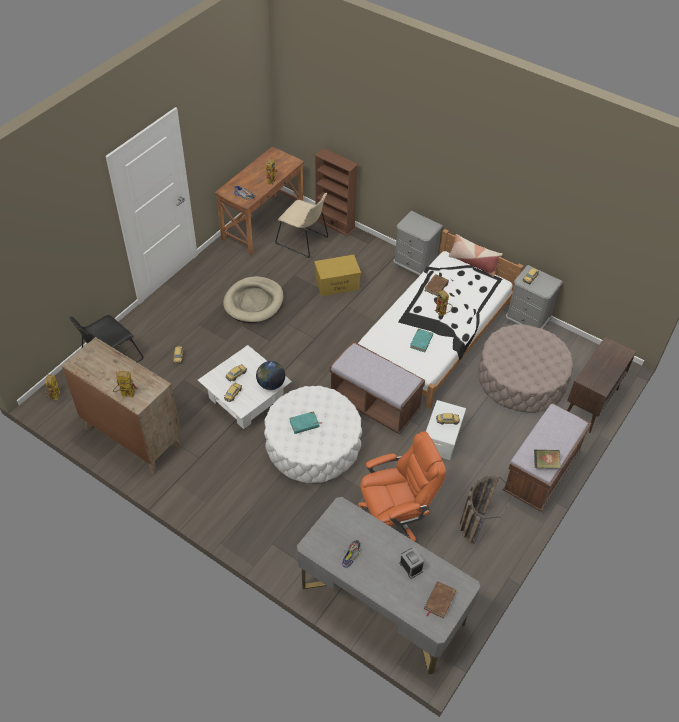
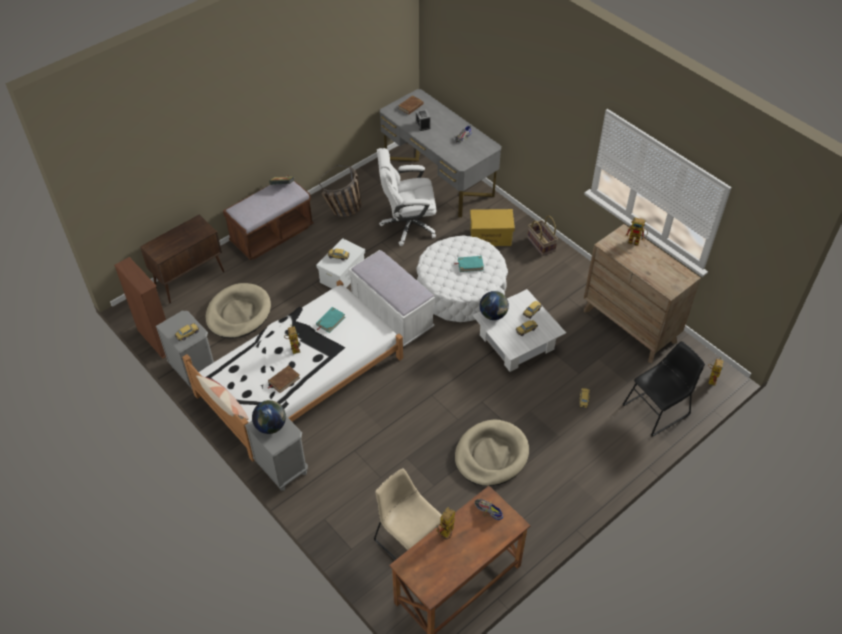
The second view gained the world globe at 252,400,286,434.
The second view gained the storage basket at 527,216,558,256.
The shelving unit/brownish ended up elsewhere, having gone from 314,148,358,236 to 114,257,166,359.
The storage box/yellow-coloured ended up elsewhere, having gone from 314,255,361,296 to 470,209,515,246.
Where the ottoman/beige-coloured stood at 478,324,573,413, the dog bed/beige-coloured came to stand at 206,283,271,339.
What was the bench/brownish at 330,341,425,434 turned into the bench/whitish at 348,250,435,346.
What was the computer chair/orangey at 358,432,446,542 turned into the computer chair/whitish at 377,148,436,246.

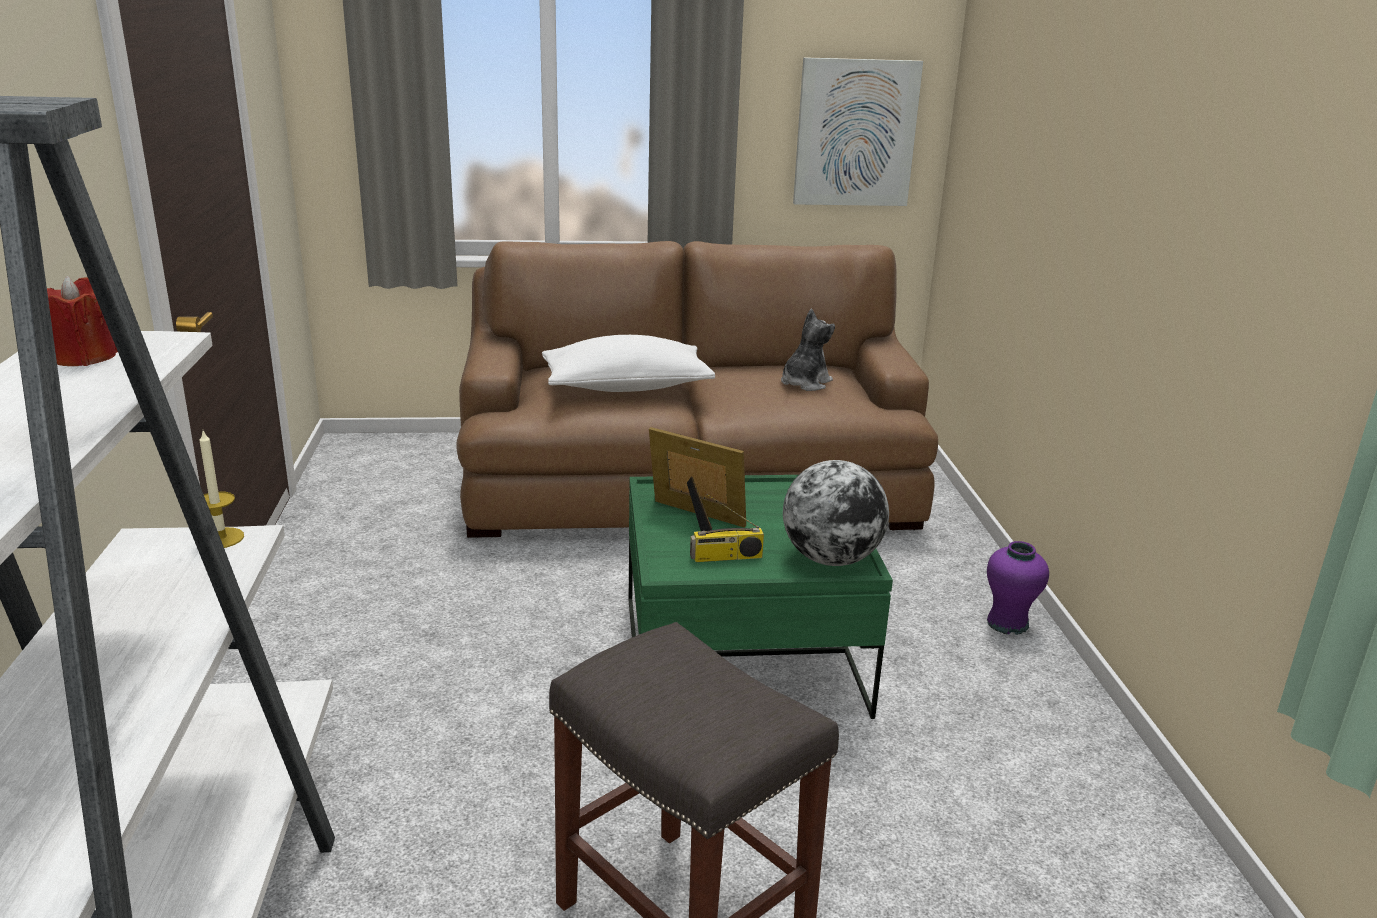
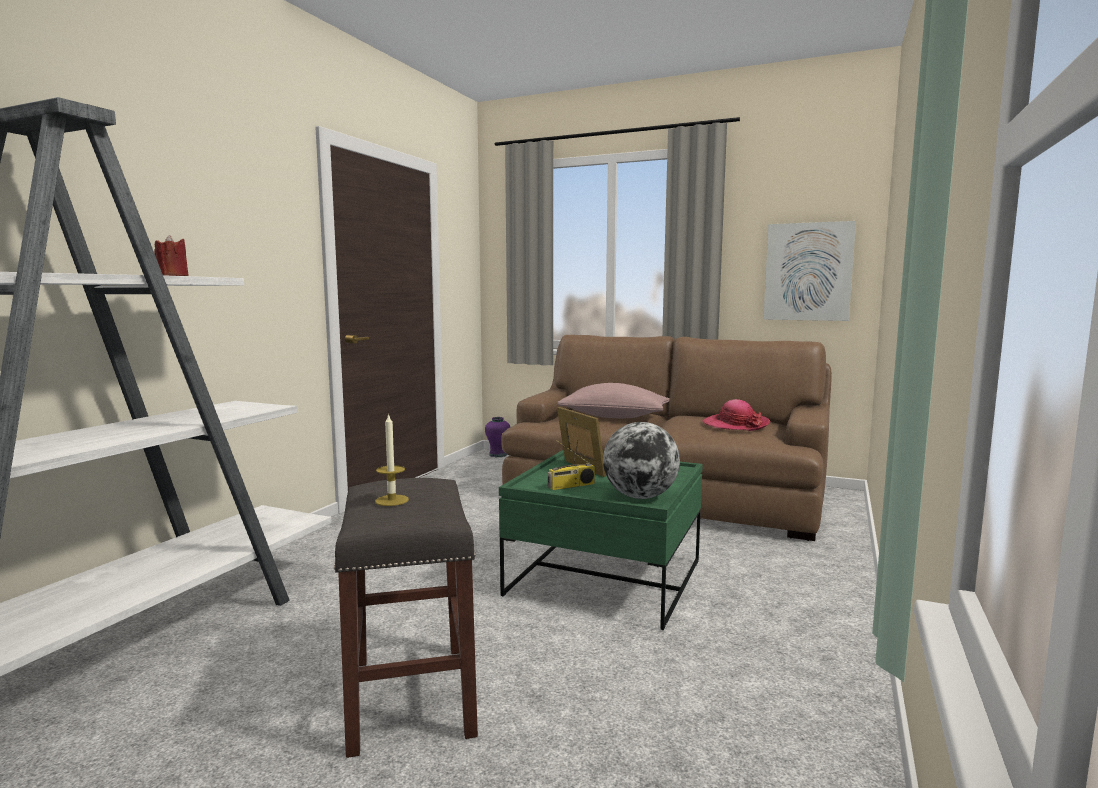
The candle ended up elsewhere, having gone from 199,431,244,548 to 375,413,409,506.
The flower vase/purple ended up elsewhere, having gone from 987,541,1049,635 to 485,417,510,457.
Where the soft toy stood at 781,309,835,391, the clothing hat came to stand at 702,399,770,431.
What was the cushion/whitish at 542,335,715,392 turned into the cushion/pink at 557,383,670,419.
The radio receiver at 690,494,764,562 ended up facing another way, 45 degrees counterclockwise from before.

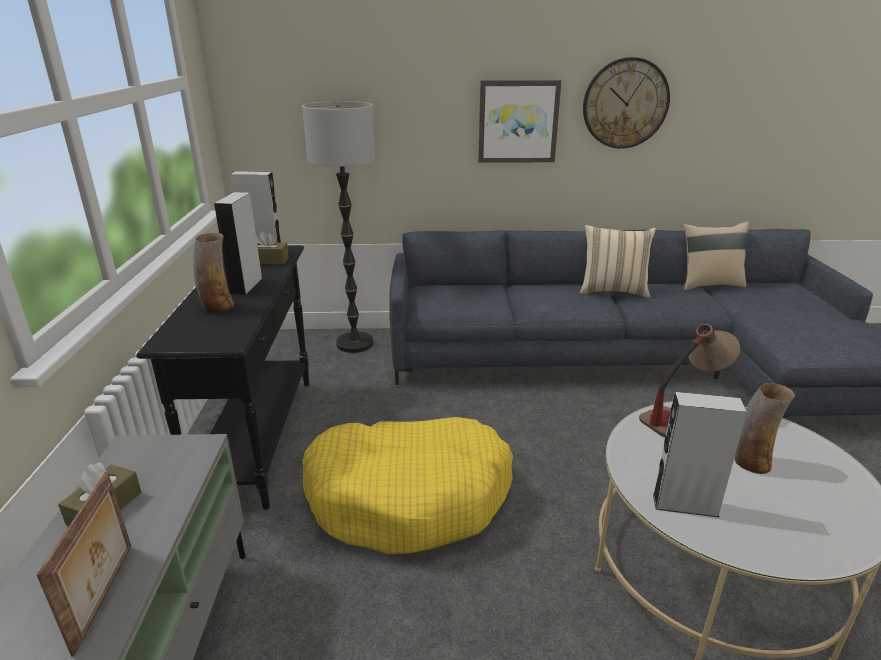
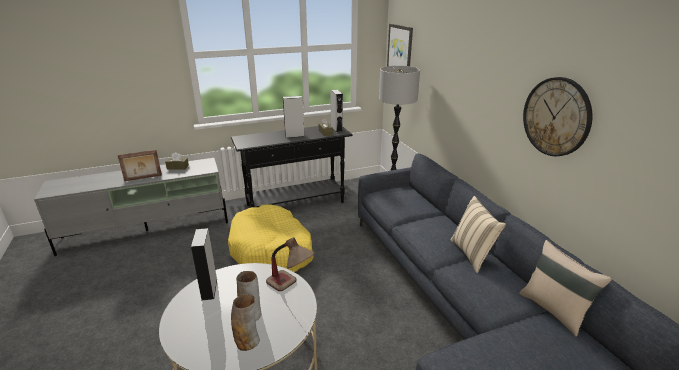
The flower vase ended up elsewhere, having gone from 193,233,234,312 to 231,294,260,351.
The wall picture ended up elsewhere, having gone from 478,80,561,163 to 387,24,413,66.

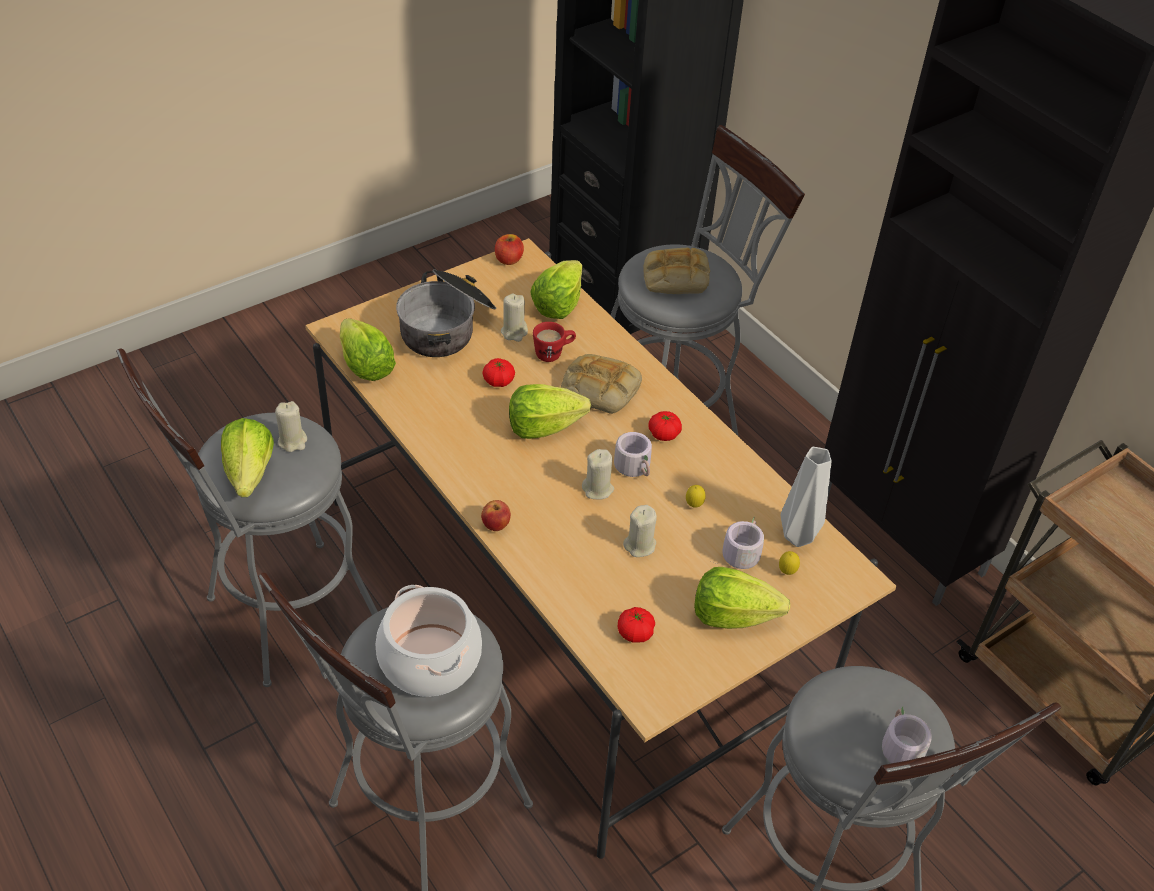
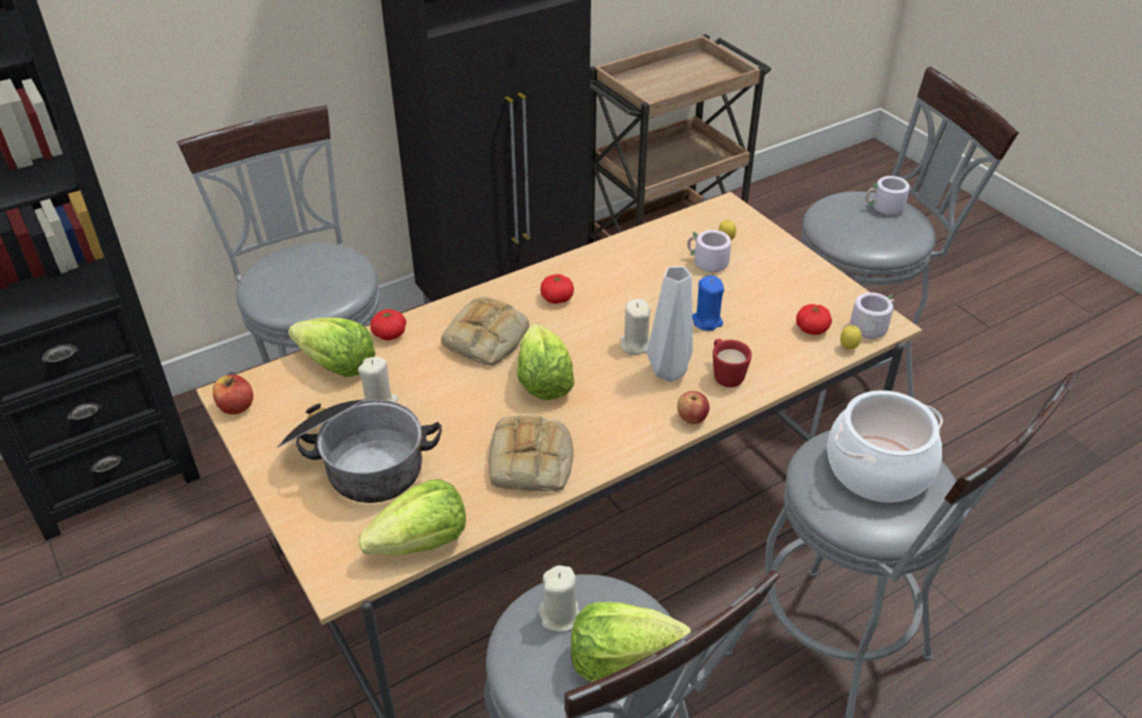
The second view lost the head of lettuce at 694,567,790,629.
The whole tomato ended up elsewhere, having gone from 482,358,515,387 to 370,309,406,340.
The coffee mug/red-coloured ended up elsewhere, having gone from 533,322,576,362 to 713,339,752,387.
The coffee mug/greyish ended up elsewhere, having gone from 614,432,652,477 to 839,292,895,339.
The baked bread ended up elsewhere, having gone from 643,248,710,294 to 489,415,574,491.
The lemon ended up elsewhere, having gone from 686,485,706,508 to 840,325,862,349.
The flower vase/greyish ended up elsewhere, having gone from 781,447,831,547 to 647,266,693,382.
What was the candle/beige-coloured at 623,505,657,557 turned into the candle/blue at 692,275,724,331.

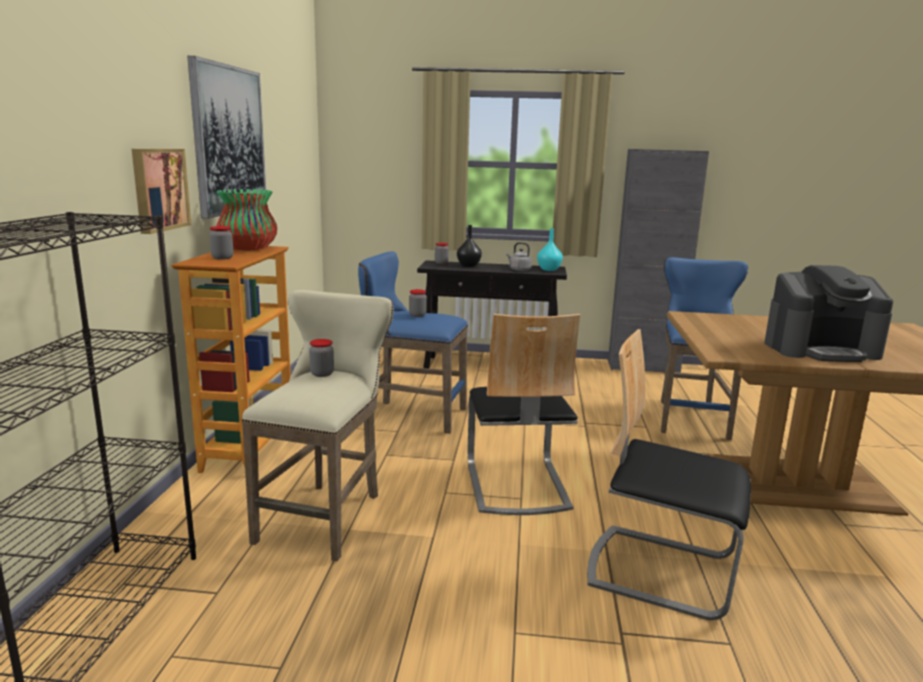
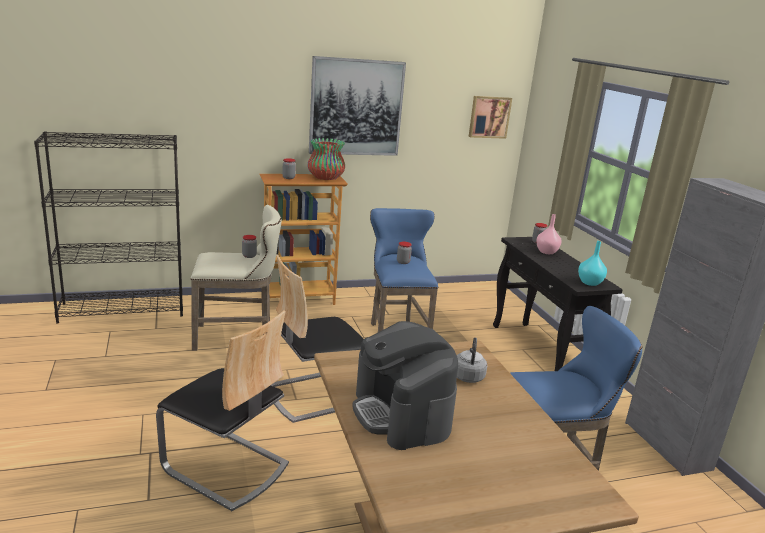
The wall picture ended up elsewhere, having gone from 132,149,191,234 to 468,96,512,139.
The tea kettle/greyish ended up elsewhere, having gone from 506,242,532,271 to 457,338,487,383.
What was the flower vase/black-coloured at 457,225,482,267 turned into the flower vase/pink at 536,214,561,254.
The plain chair at 587,329,751,620 ended up facing another way, 120 degrees clockwise from before.

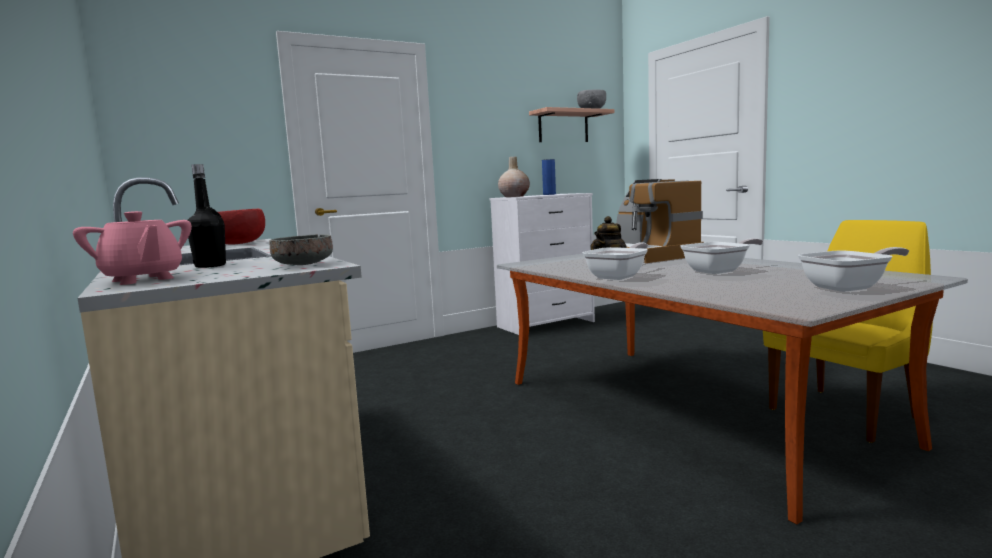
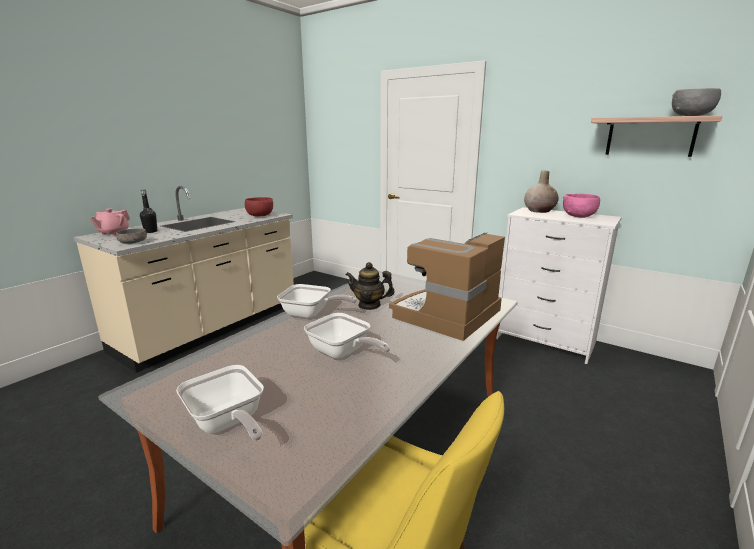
Where the flower vase/blue stood at 542,159,556,195, the serving bowl/pink came to stand at 563,194,600,218.

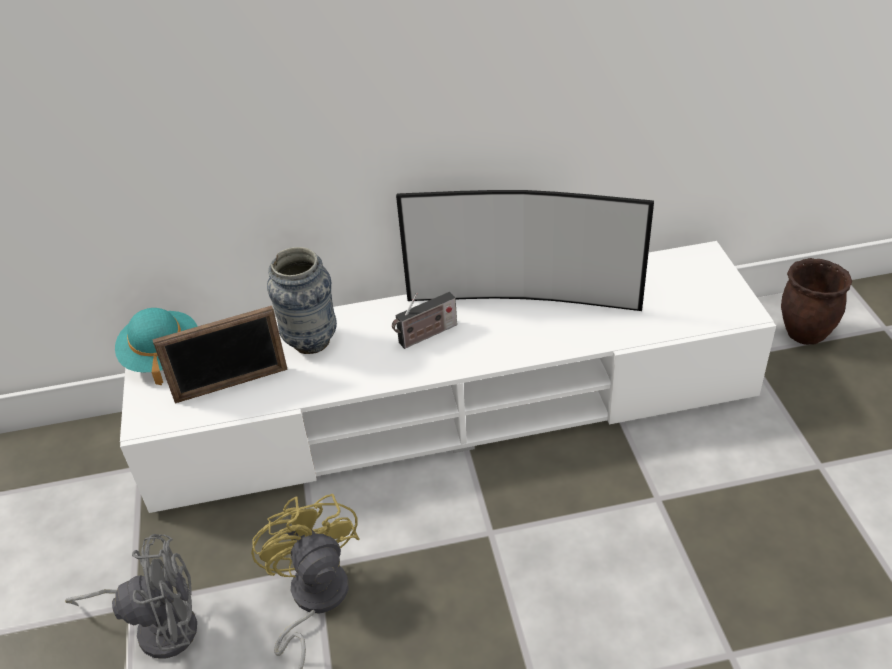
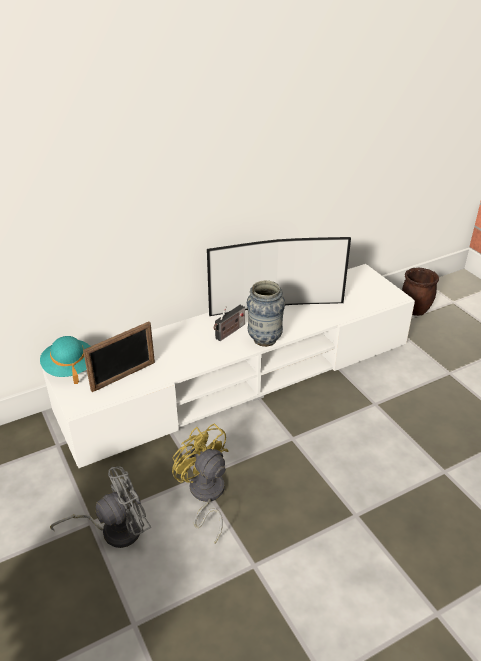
The flower vase ended up elsewhere, having gone from 267,247,337,354 to 247,280,285,347.

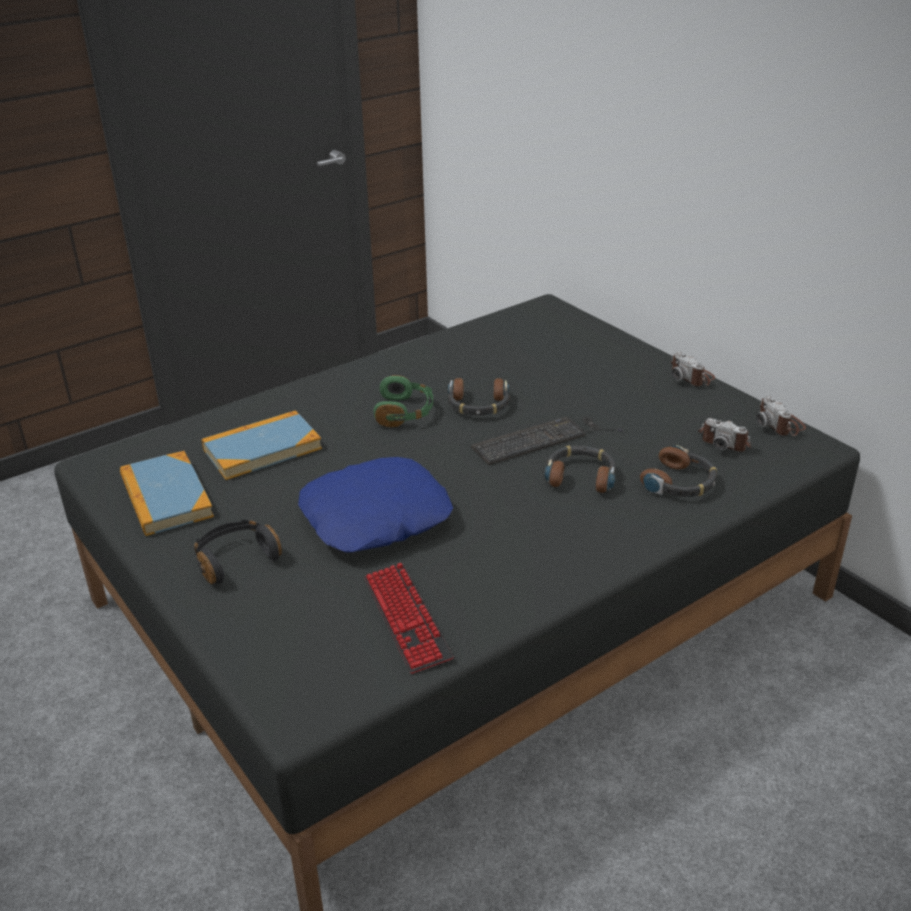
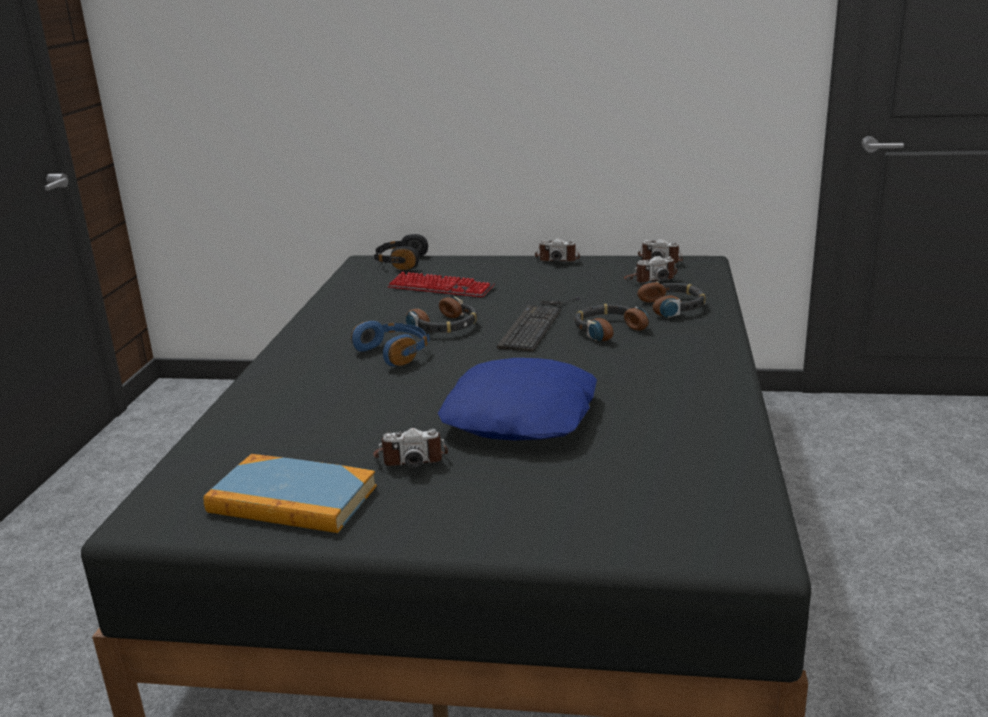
The second view lost the book at 201,410,322,480.
The second view gained the still camera at 373,428,448,468.
The headphones/black-coloured ended up elsewhere, having gone from 194,520,282,584 to 374,234,428,270.
The keyboard ended up elsewhere, having gone from 364,563,454,674 to 388,272,495,297.
What was the headphones/green-coloured at 374,375,433,427 turned into the headphones/blue at 351,321,430,366.

